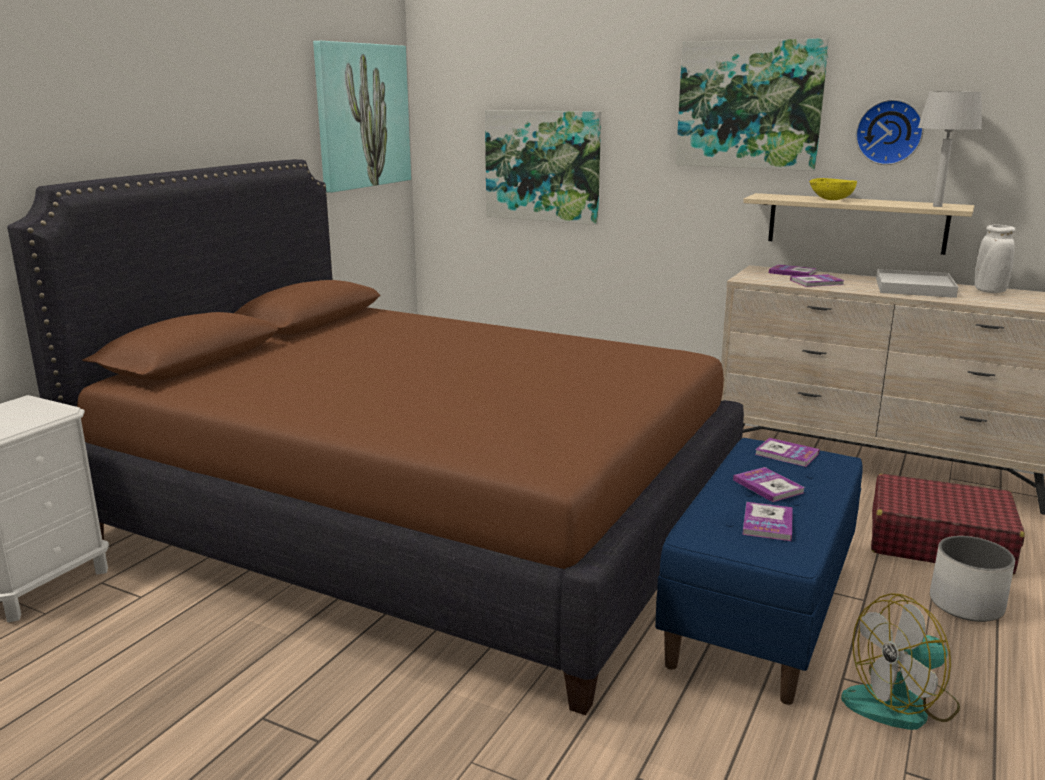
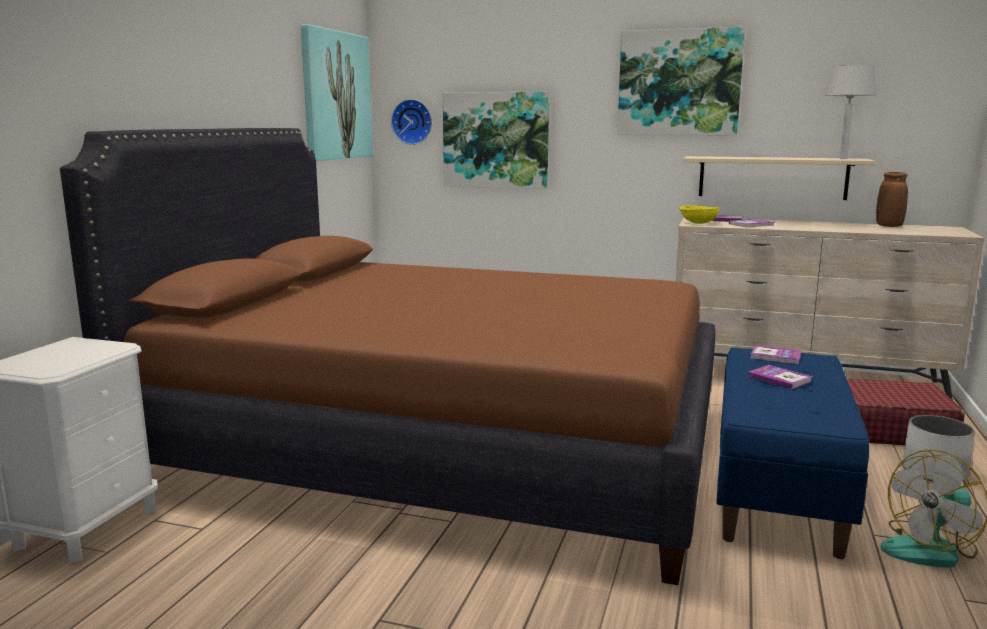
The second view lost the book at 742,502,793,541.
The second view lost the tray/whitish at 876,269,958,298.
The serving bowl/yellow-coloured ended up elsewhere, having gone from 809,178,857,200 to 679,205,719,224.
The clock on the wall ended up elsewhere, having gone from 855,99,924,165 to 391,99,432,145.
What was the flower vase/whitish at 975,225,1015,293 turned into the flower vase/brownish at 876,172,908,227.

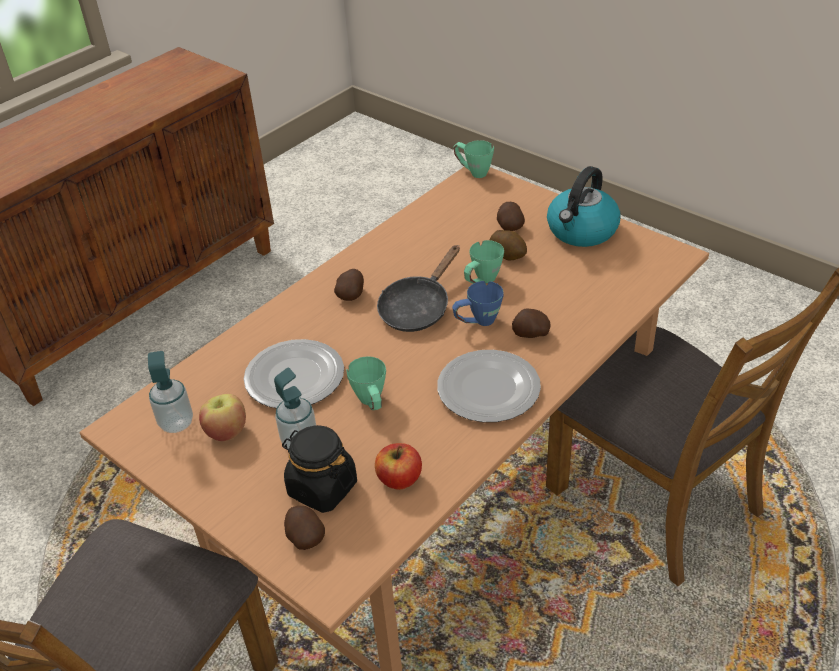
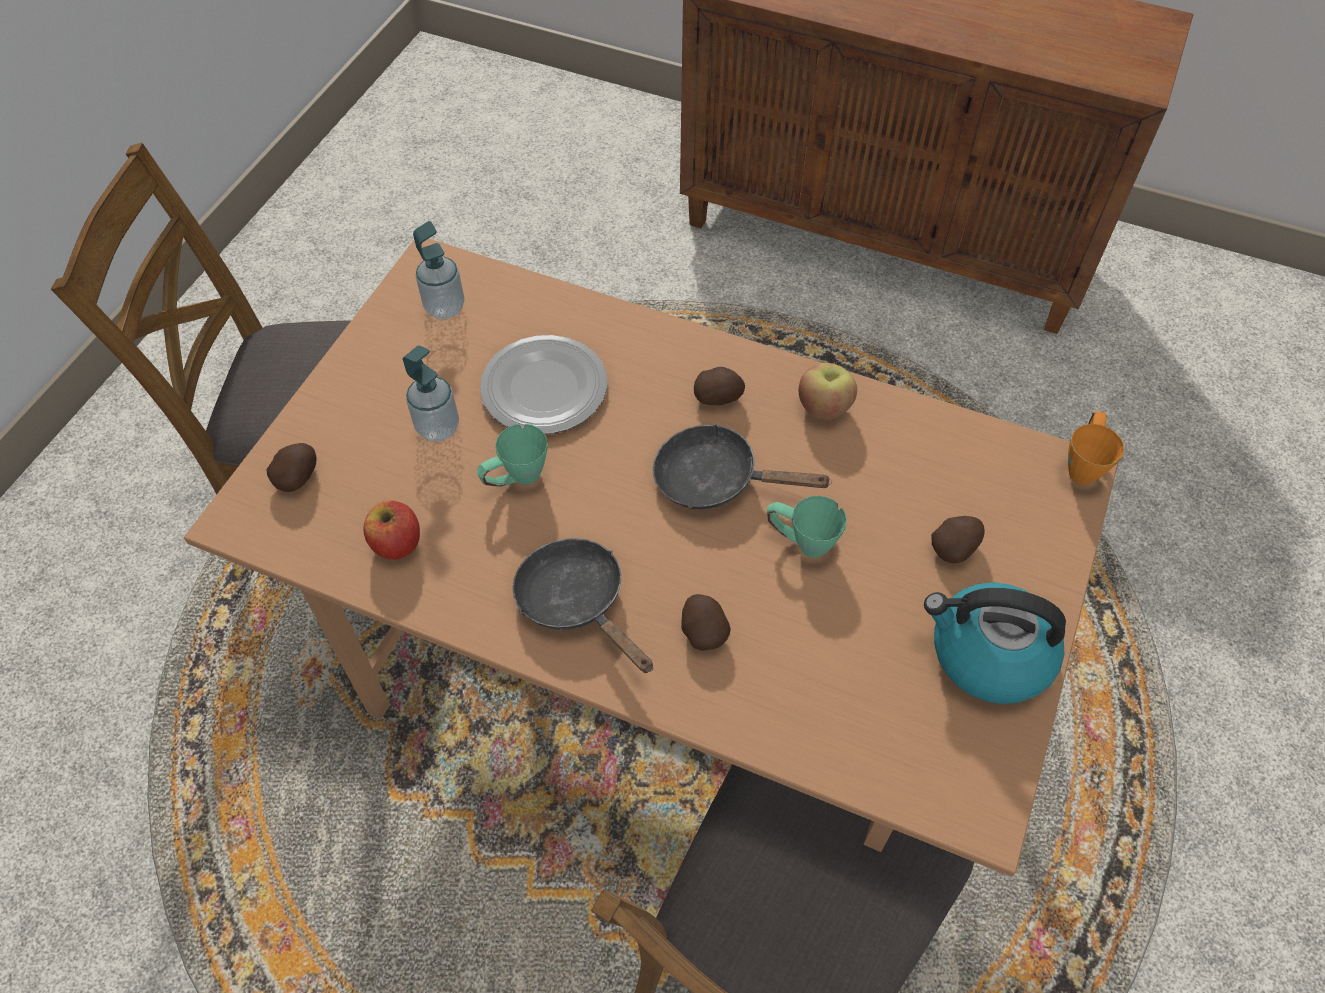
The second view lost the preserve jar/black-coloured at 282,425,357,513.
The second view lost the coffee mug/blue at 452,281,504,326.
The second view lost the spud at 490,230,527,261.
The apple ended up elsewhere, having gone from 199,394,246,441 to 799,363,857,420.
Where the flat dish stood at 437,350,541,422, the frying pan/black-coloured came to stand at 512,538,653,673.
What was the coffee mug/green-coloured at 453,140,494,178 turned into the coffee mug/orangey at 1068,411,1124,485.

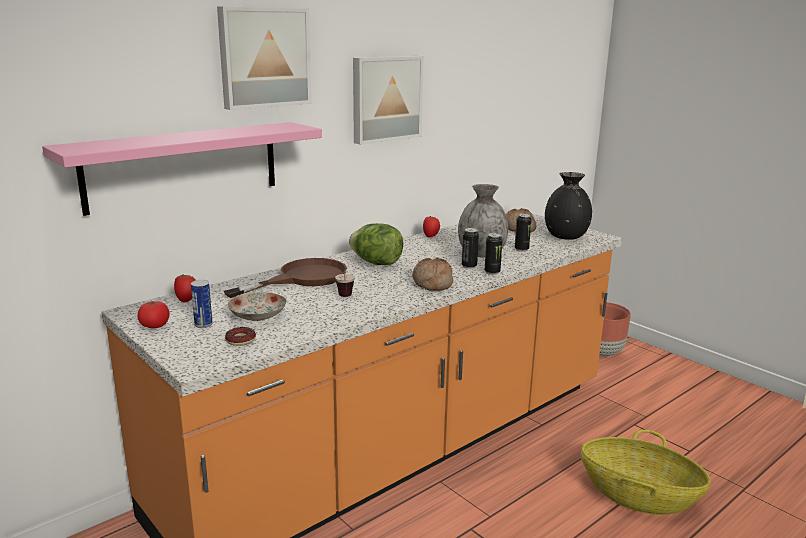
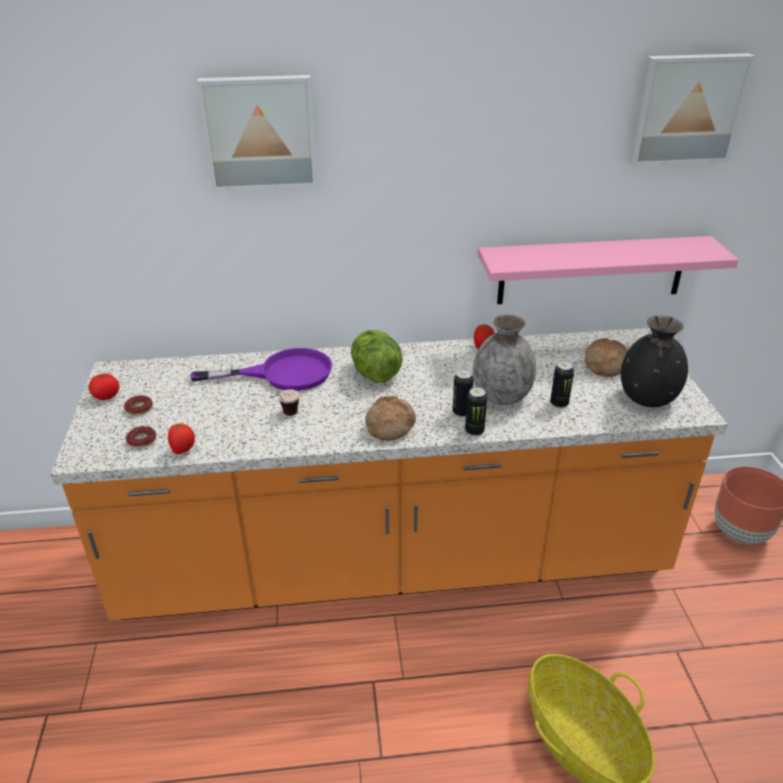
The second view lost the flat dish at 228,292,287,321.
The bracket shelf/pink ended up elsewhere, having gone from 42,122,322,216 to 478,236,738,304.
The whole tomato ended up elsewhere, having gone from 174,274,195,302 to 168,422,195,454.
The wall picture ended up elsewhere, having gone from 353,56,424,145 to 629,53,755,166.
Where the metal can stood at 191,280,213,328, the ring doughnut came to stand at 124,395,153,416.
What was the frying pan/brownish at 224,258,347,298 turned into the frying pan/purple at 190,348,332,391.

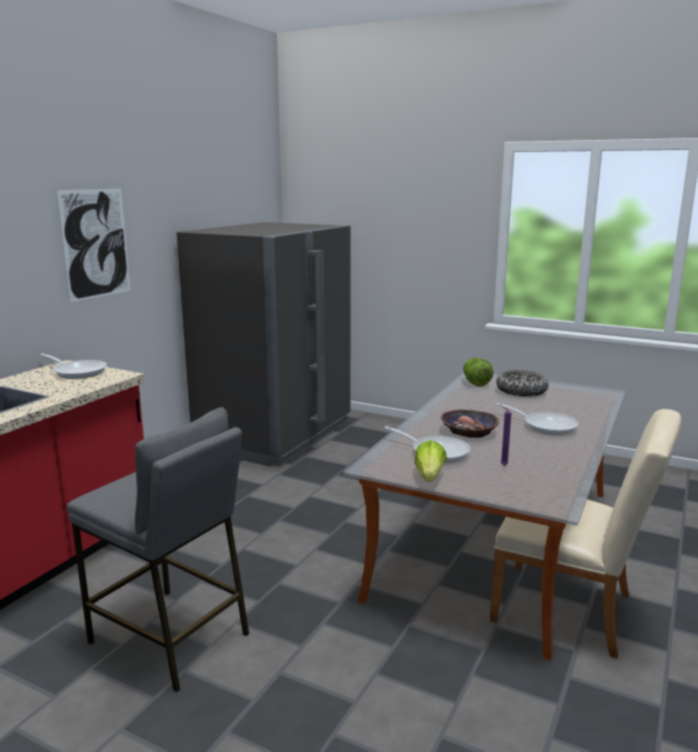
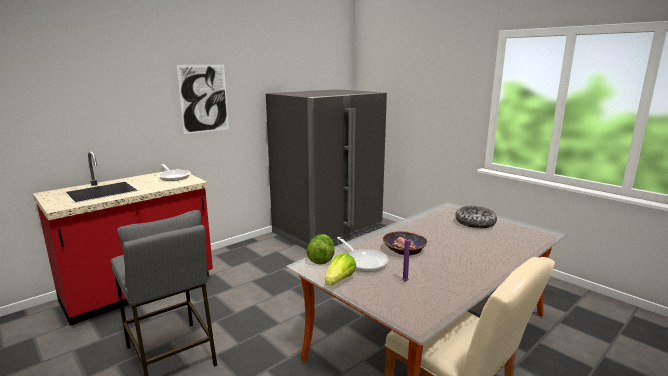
The second view lost the frying pan at 496,403,579,435.
The head of lettuce ended up elsewhere, having gone from 463,358,493,386 to 307,234,335,265.

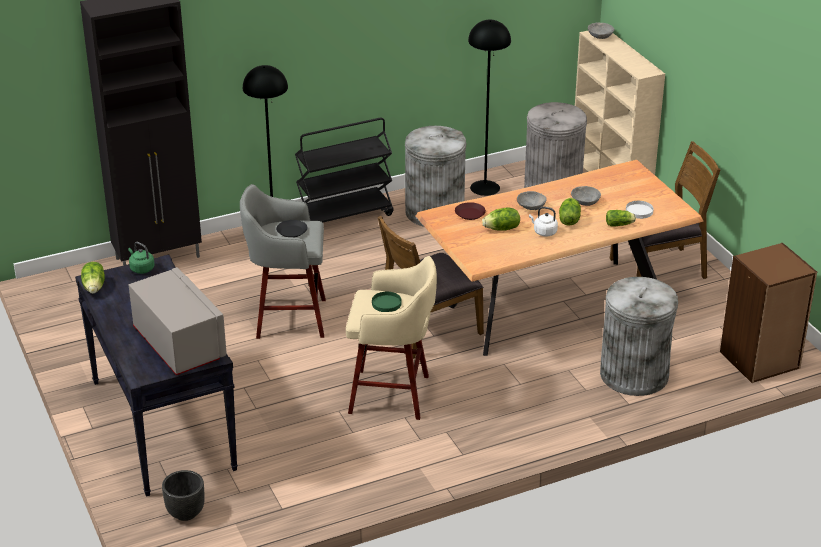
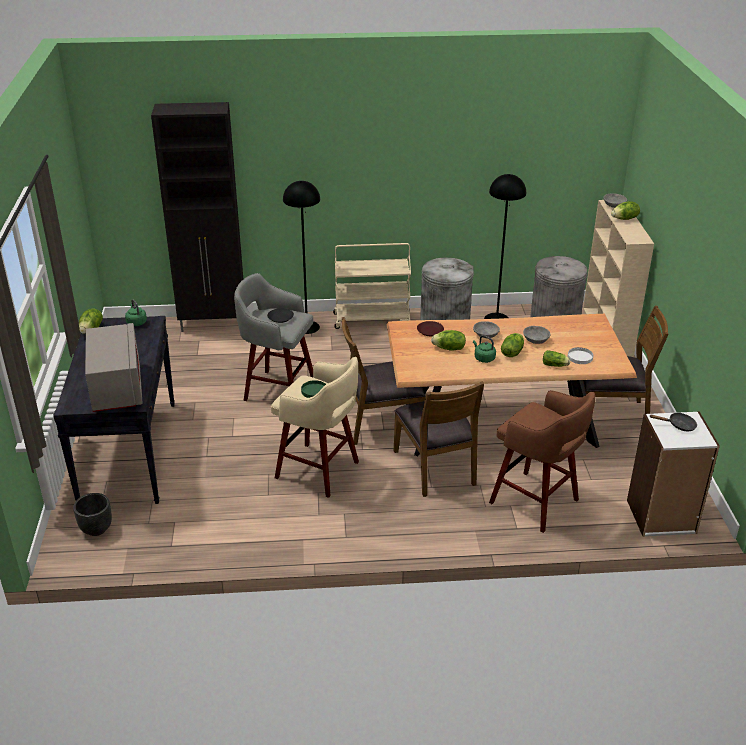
The second view gained the plain chair/brownish at 394,381,484,497.
The second view gained the head of lettuce at 611,201,640,220.
The second view gained the frying pan/black-coloured at 649,413,697,431.
Where the waste bin/greyish stood at 600,277,678,396, the sitting stool/brownish came to stand at 489,390,595,533.
What was the trolley/black-coloured at 295,117,394,222 turned into the trolley/beige-coloured at 333,243,411,329.
What was the tea kettle/whitish at 529,207,558,237 turned into the tea kettle/green-coloured at 473,335,496,363.
What was the shelving unit/brownish at 720,243,817,383 turned into the shelving unit/whitish at 627,411,720,537.

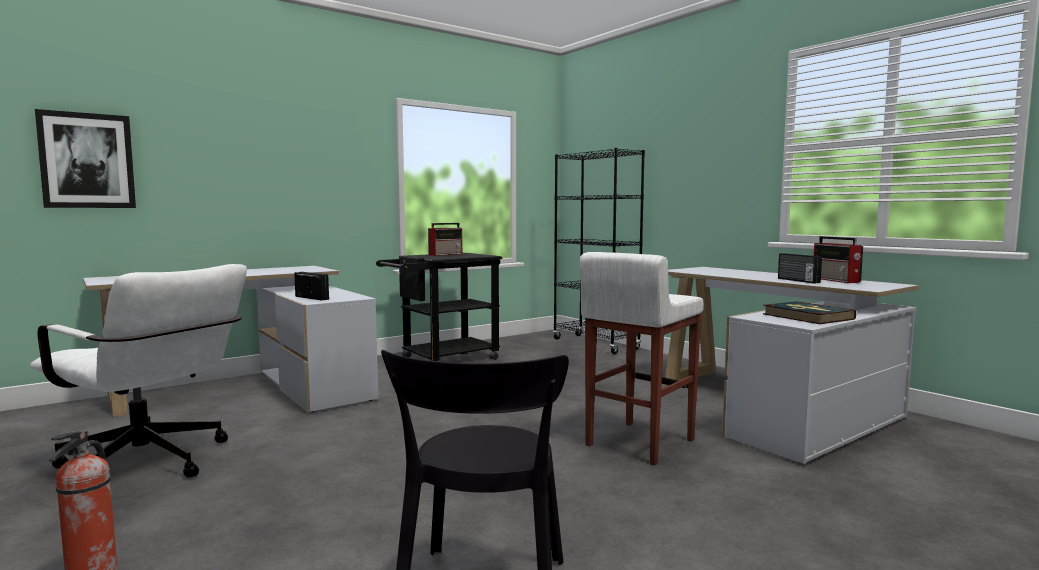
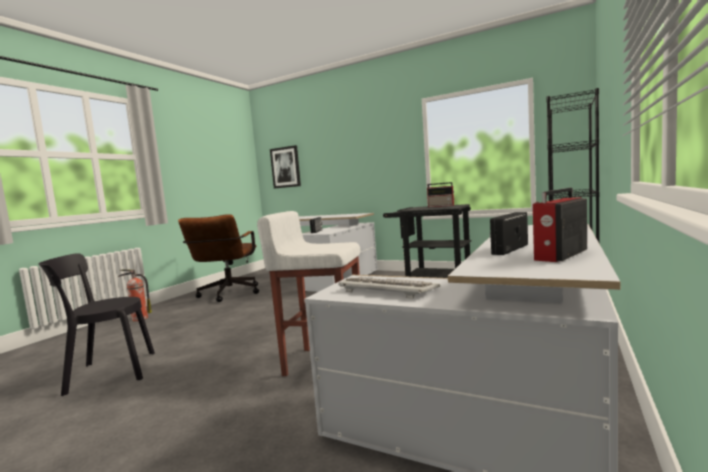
Where the book stood at 763,301,856,324, the keyboard came to stand at 338,277,440,299.
What was the computer chair/whitish at 30,264,247,477 turned into the computer chair/brownish at 178,214,259,302.

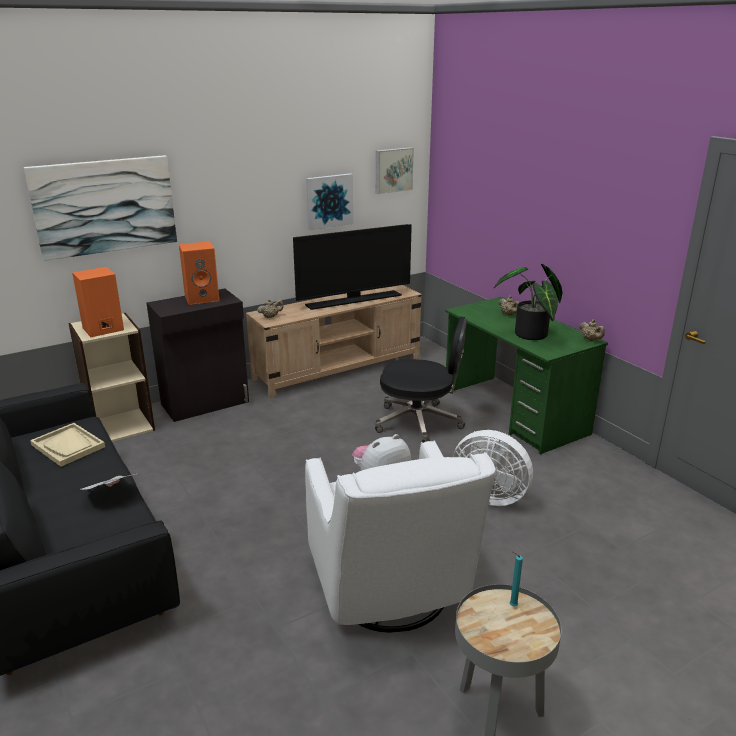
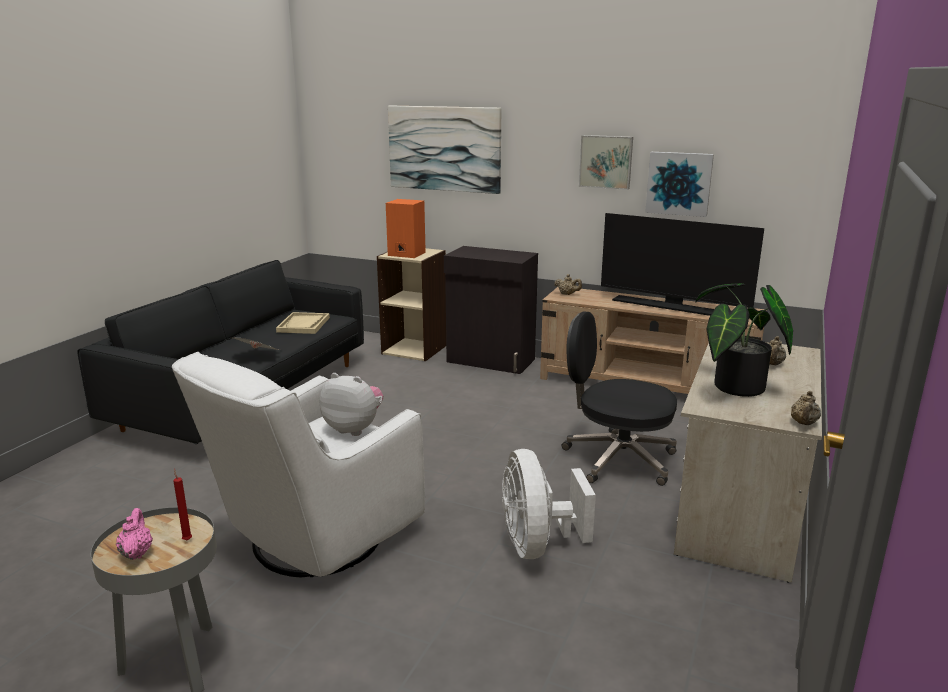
The second view lost the audio speaker/orangey at 179,241,219,305.
The second view gained the pot for tea/pink at 116,508,153,560.
The wall picture ended up elsewhere, having gone from 376,147,414,194 to 579,135,633,190.
What was the desk table/green-coloured at 445,297,608,454 turned into the desk table/beige-coloured at 674,342,822,583.
What was the candle/blue-green at 510,552,523,606 turned into the candle/red-coloured at 173,469,192,541.
The computer chair/black-coloured at 375,316,467,443 ended up facing another way, 135 degrees clockwise from before.

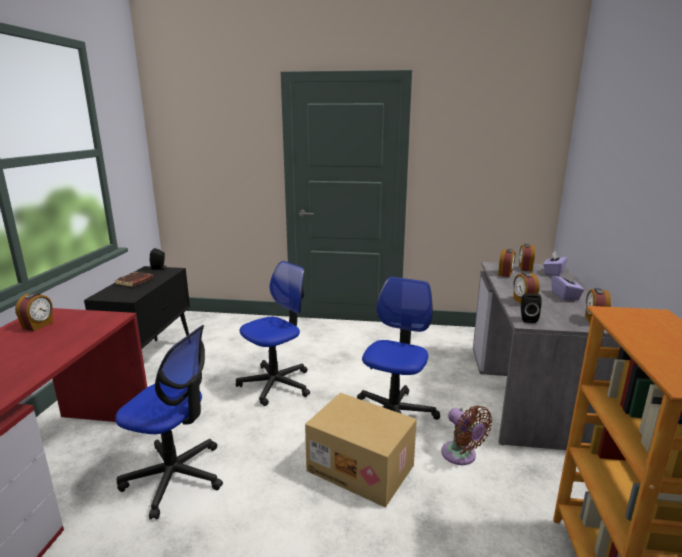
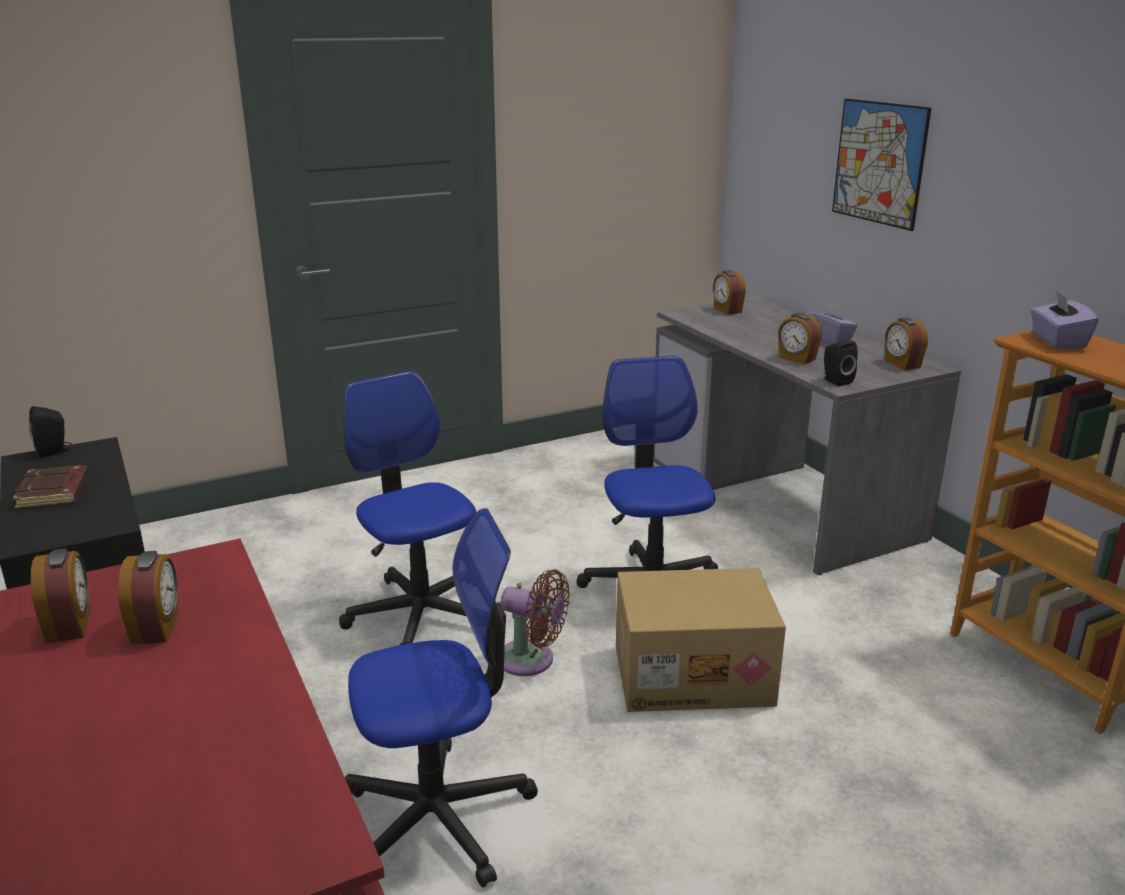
The second view gained the wall picture at 832,99,931,231.
The fan/brownish ended up elsewhere, having gone from 441,406,492,465 to 501,569,570,676.
The alarm clock ended up elsewhere, having gone from 498,249,515,277 to 118,551,179,645.
The box of tissues/purple ended up elsewhere, having gone from 543,251,567,276 to 1031,290,1099,349.
The computer chair at 236,261,310,406 ended up facing another way, 45 degrees counterclockwise from before.

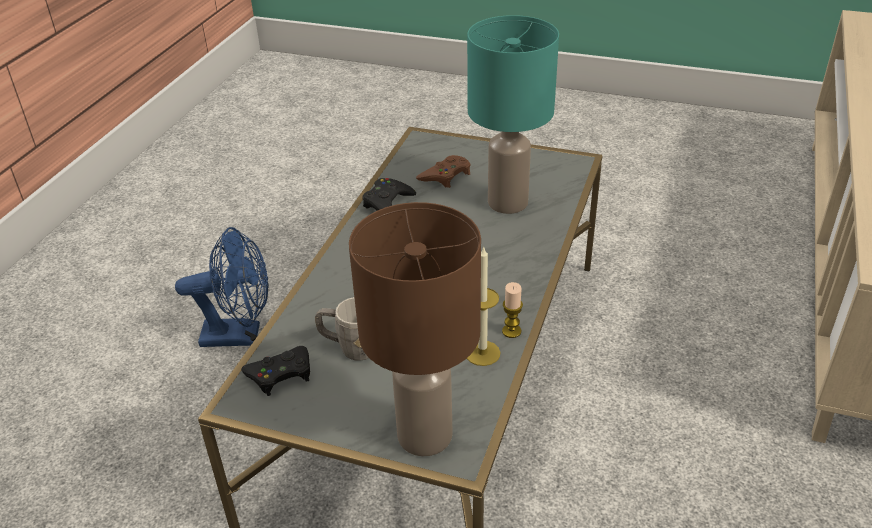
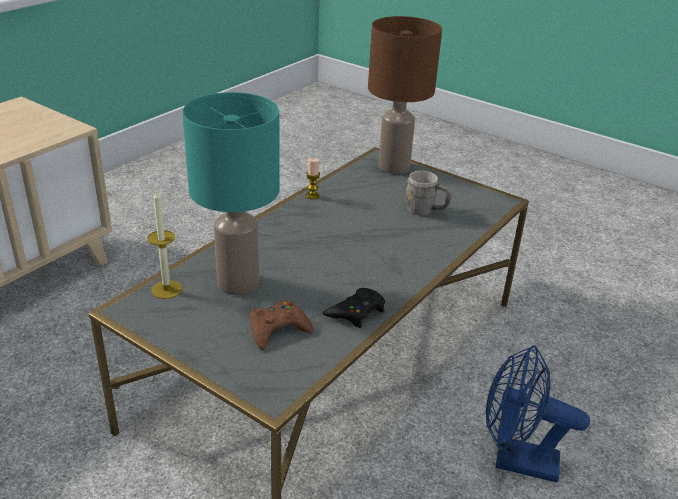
The second view lost the game controller/black-coloured at 241,346,310,396.
The candle ended up elsewhere, having gone from 466,247,501,366 to 147,190,182,299.

